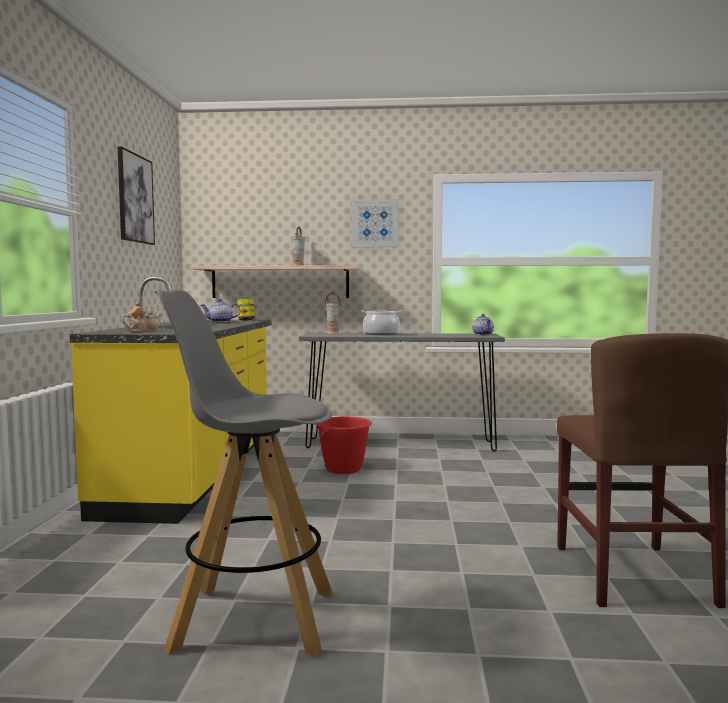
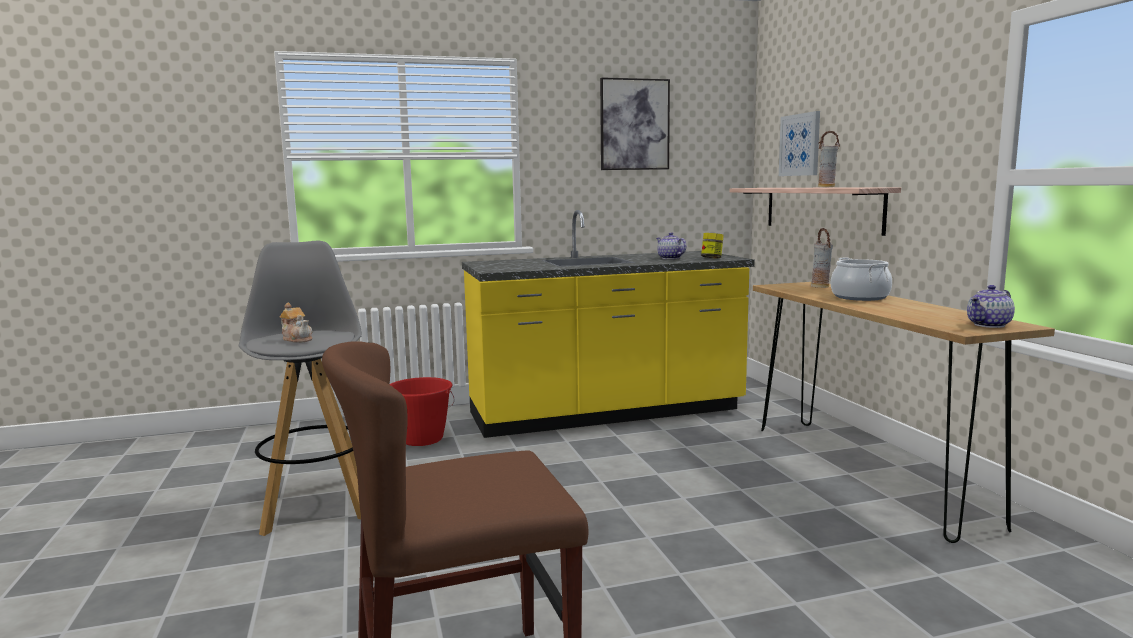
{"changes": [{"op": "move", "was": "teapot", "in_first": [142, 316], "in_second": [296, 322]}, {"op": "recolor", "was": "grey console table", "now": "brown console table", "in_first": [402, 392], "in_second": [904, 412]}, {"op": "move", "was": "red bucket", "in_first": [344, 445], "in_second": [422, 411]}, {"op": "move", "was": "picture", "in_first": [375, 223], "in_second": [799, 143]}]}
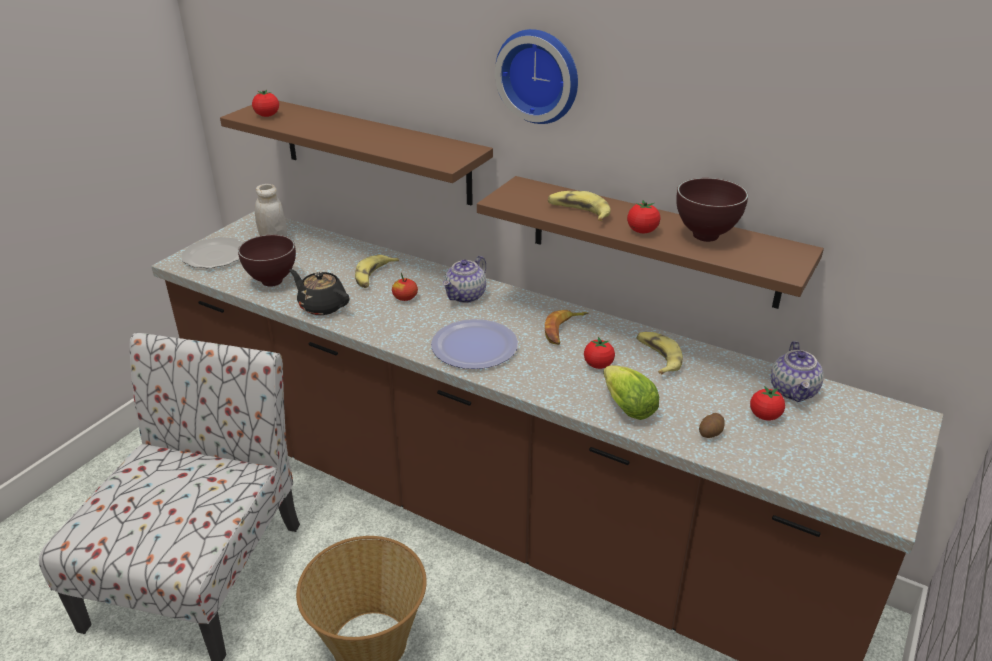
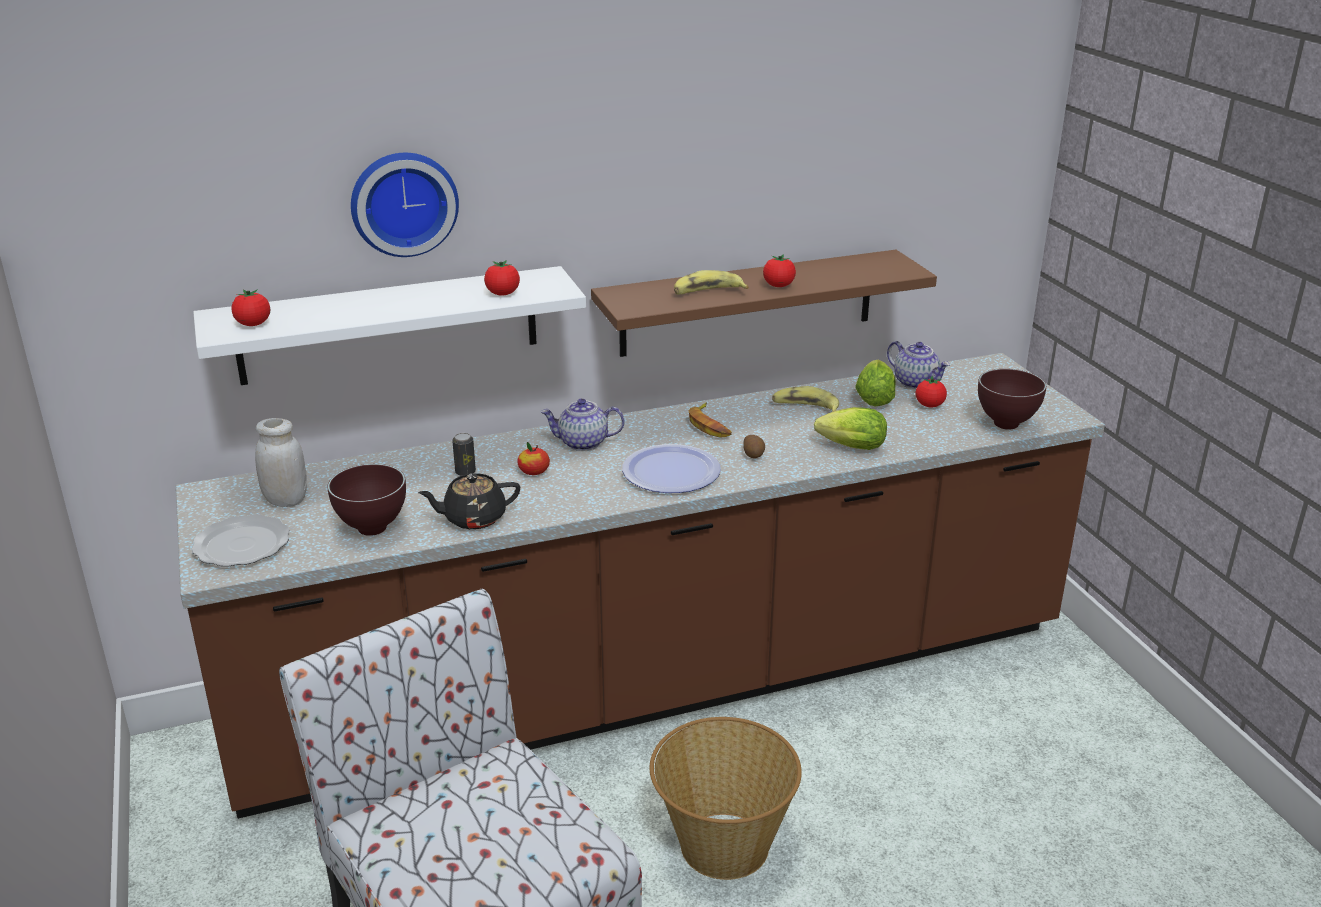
{"changes": [{"op": "recolor", "was": "brown shelf", "now": "white shelf", "in_first": [356, 153], "in_second": [389, 325]}, {"op": "replace", "was": "banana", "now": "can", "in_first": [377, 271], "in_second": [464, 454]}, {"op": "rotate", "was": "teapot", "in_first": [464, 279], "in_second": [582, 424], "clockwise": 105}, {"op": "move", "was": "wall clock", "in_first": [536, 76], "in_second": [405, 205]}, {"op": "move", "was": "tomato", "in_first": [599, 353], "in_second": [502, 278]}, {"op": "move", "was": "brown bowl", "in_first": [712, 210], "in_second": [1012, 399]}, {"op": "move", "was": "potato", "in_first": [712, 425], "in_second": [754, 446]}, {"op": "insert", "now": "lettuce", "in_second": [875, 383]}]}
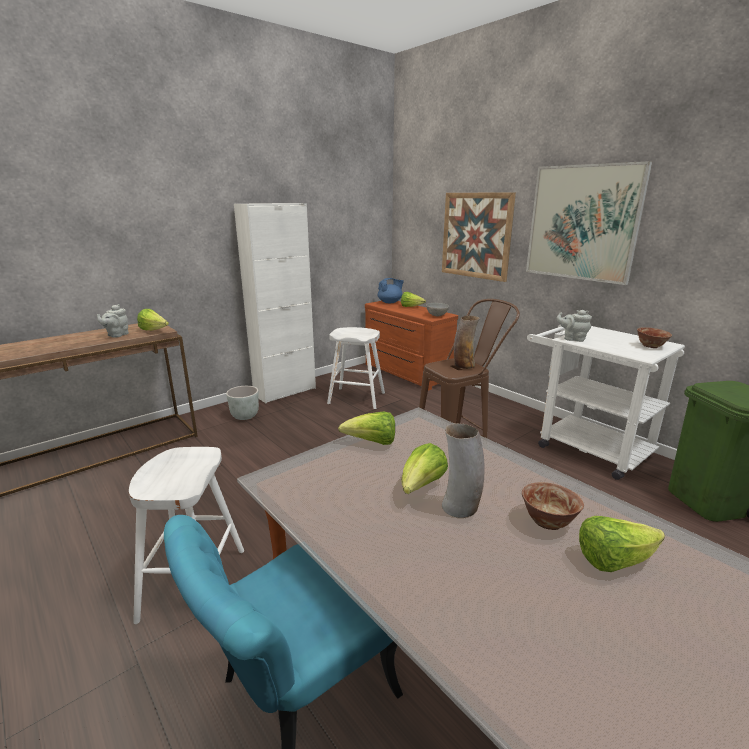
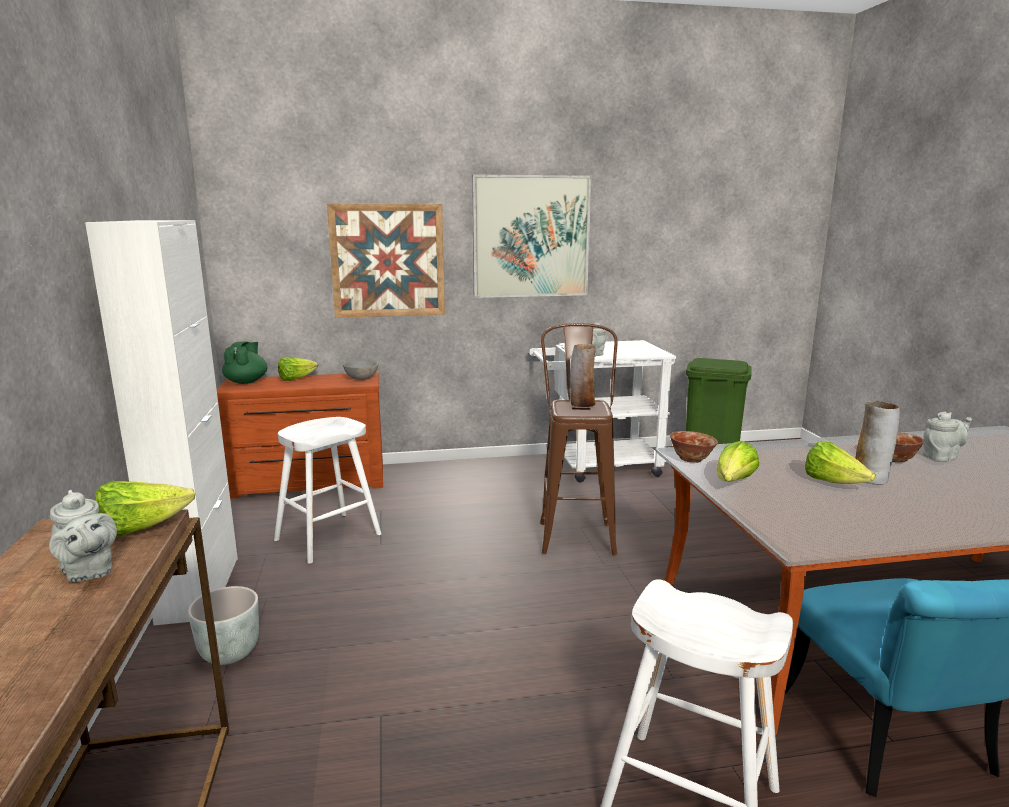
{"changes": [{"op": "recolor", "was": "blue teapot", "now": "green teapot", "in_first": [391, 290], "in_second": [245, 363]}, {"op": "replace", "was": "lettuce", "now": "grey teapot", "in_first": [622, 544], "in_second": [947, 436]}, {"op": "move", "was": "bowl", "in_first": [654, 337], "in_second": [694, 447]}]}
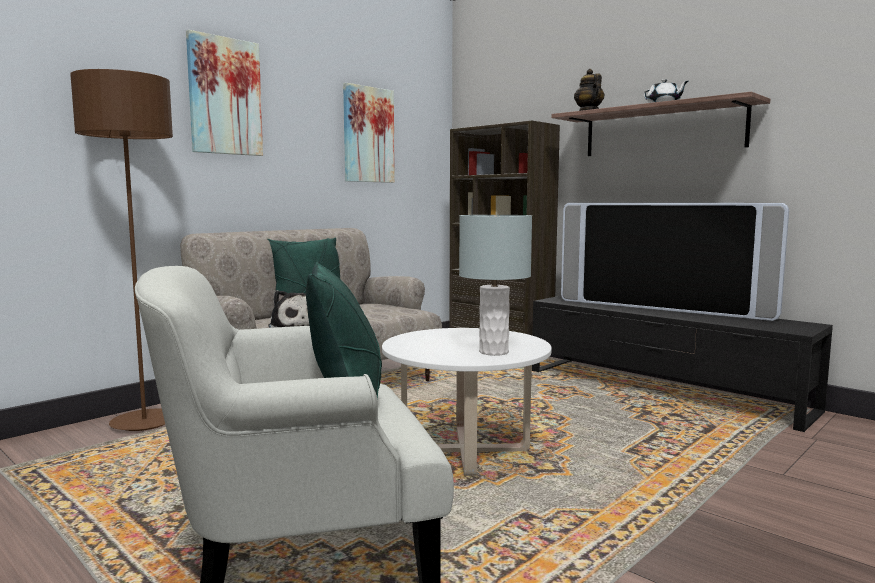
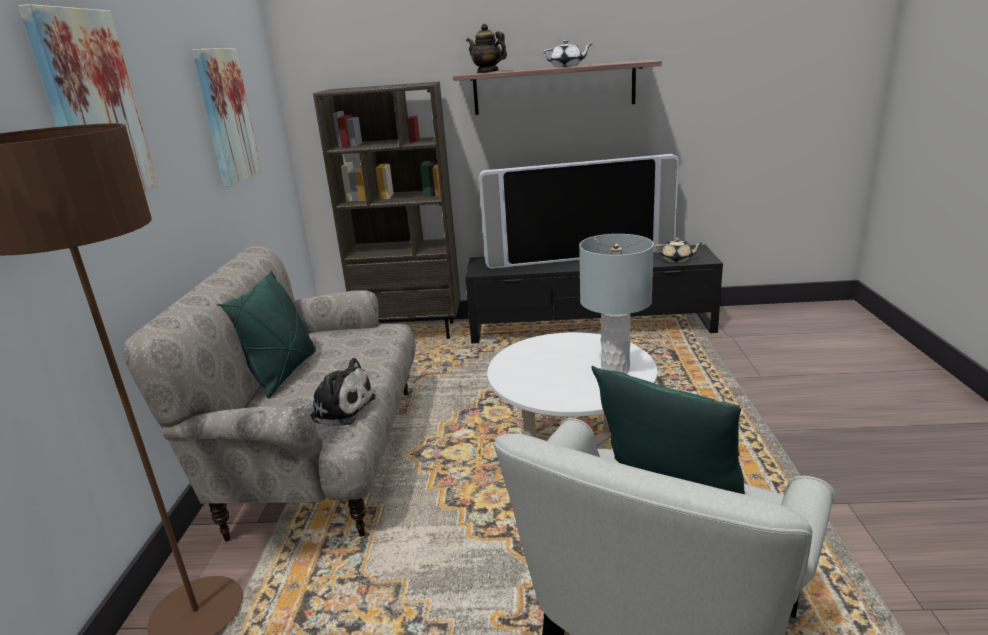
{"changes": [{"op": "insert", "now": "beige teapot", "in_second": [678, 250]}]}
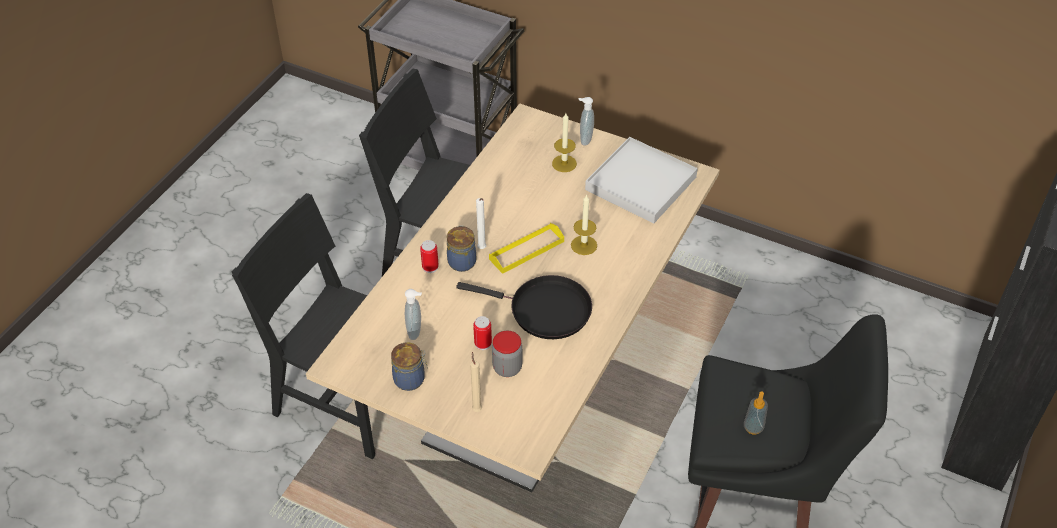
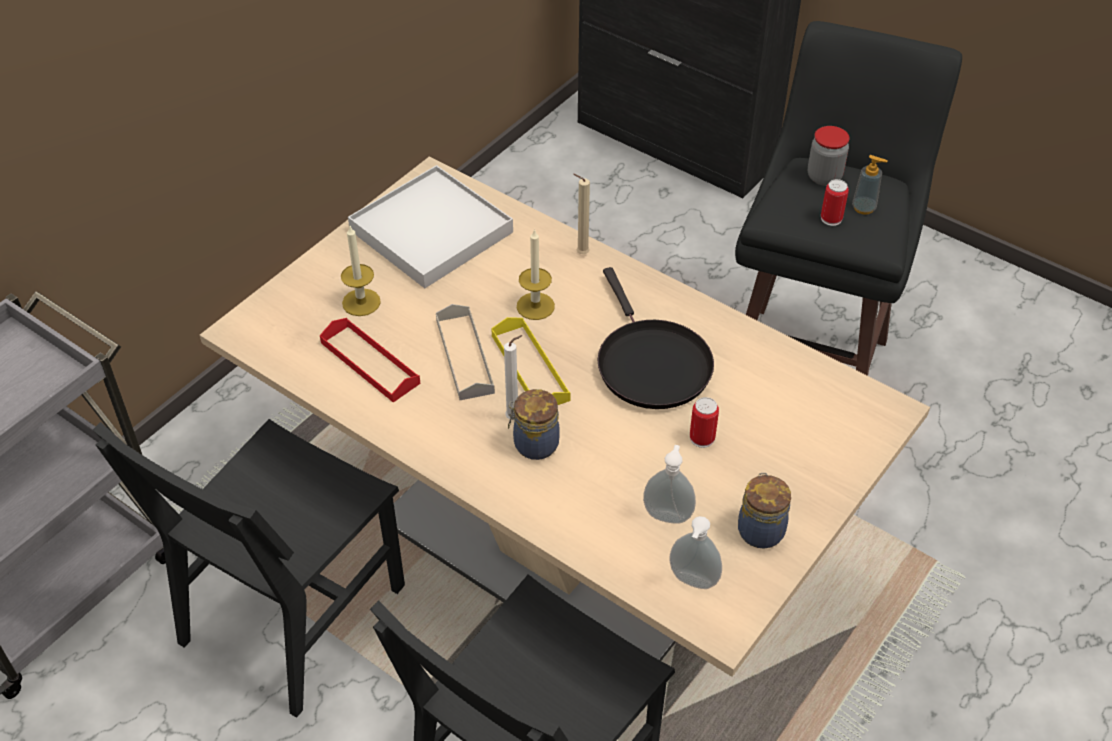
{"changes": [{"op": "move", "was": "can", "in_first": [429, 256], "in_second": [835, 202]}, {"op": "rotate", "was": "black frying pan", "in_first": [524, 307], "in_second": [655, 338], "clockwise": 135}, {"op": "move", "was": "beige candle", "in_first": [476, 382], "in_second": [581, 214]}, {"op": "move", "was": "jar", "in_first": [507, 354], "in_second": [828, 156]}, {"op": "move", "was": "soap dispenser", "in_first": [586, 121], "in_second": [695, 552]}, {"op": "insert", "now": "red tray", "in_second": [370, 360]}, {"op": "insert", "now": "grey tray", "in_second": [465, 352]}]}
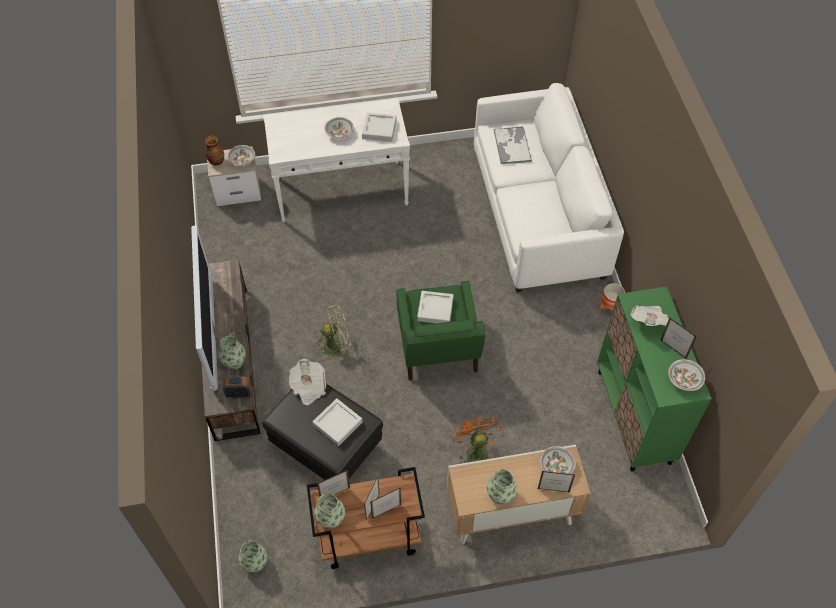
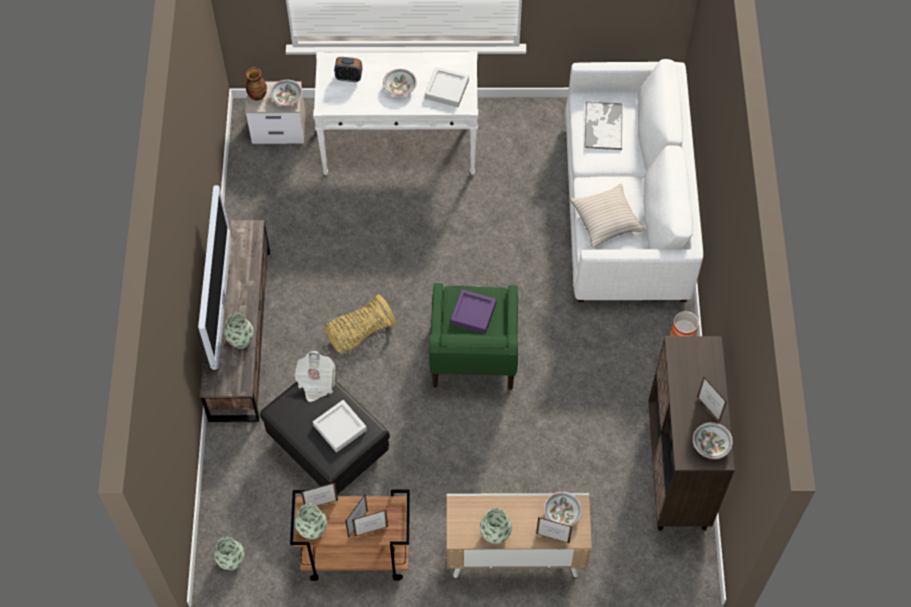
{"changes": [{"op": "move", "was": "alarm clock", "in_first": [237, 387], "in_second": [348, 69]}, {"op": "replace", "was": "green fan", "now": "basket", "in_first": [332, 333], "in_second": [360, 323]}, {"op": "recolor", "was": "grey tray", "now": "purple tray", "in_first": [435, 307], "in_second": [473, 312]}, {"op": "delete", "was": "orange fan", "in_first": [477, 439]}, {"op": "recolor", "was": "green cabinet", "now": "brown cabinet", "in_first": [654, 379], "in_second": [691, 433]}, {"op": "delete", "was": "newspaper", "in_first": [650, 315]}, {"op": "insert", "now": "beige pillow", "in_second": [607, 215]}]}
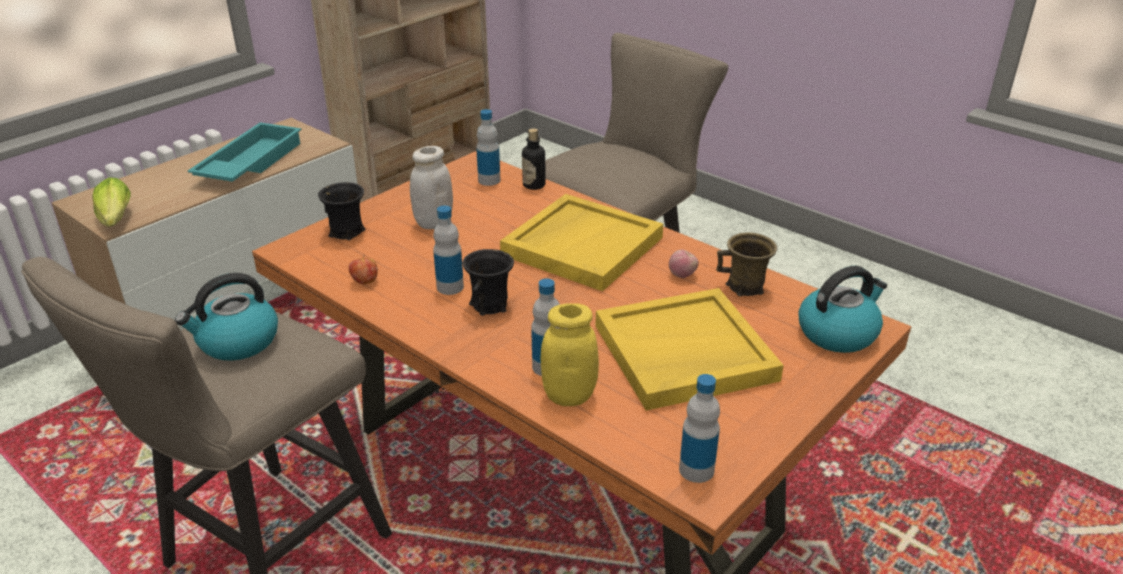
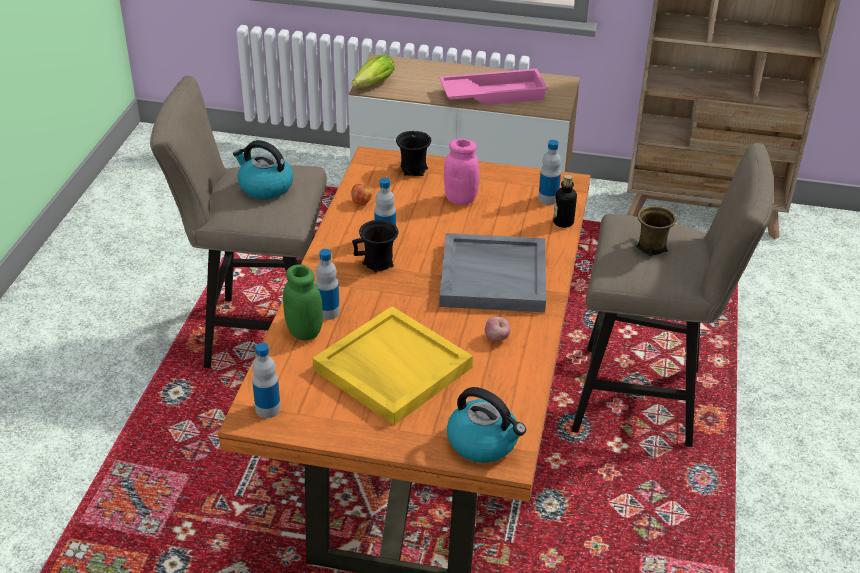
{"changes": [{"op": "recolor", "was": "turquoise tray", "now": "pink tray", "in_first": [245, 152], "in_second": [493, 87]}, {"op": "recolor", "was": "white jar", "now": "pink jar", "in_first": [431, 187], "in_second": [461, 172]}, {"op": "recolor", "was": "yellow tray", "now": "grey tray", "in_first": [581, 242], "in_second": [492, 273]}, {"op": "recolor", "was": "yellow jar", "now": "green jar", "in_first": [570, 354], "in_second": [303, 303]}, {"op": "move", "was": "brown mug", "in_first": [746, 264], "in_second": [656, 231]}]}
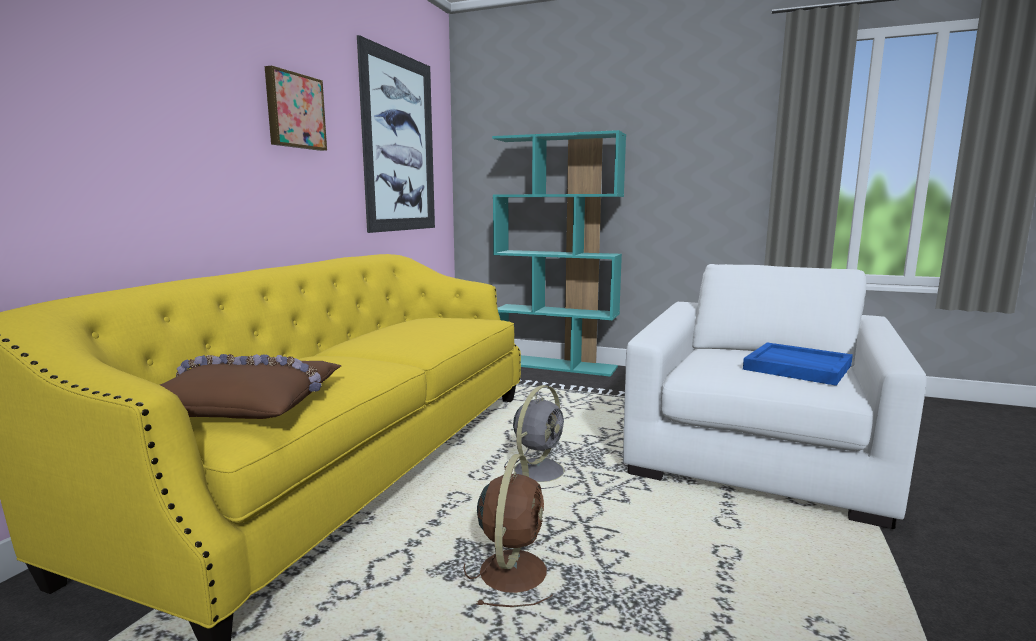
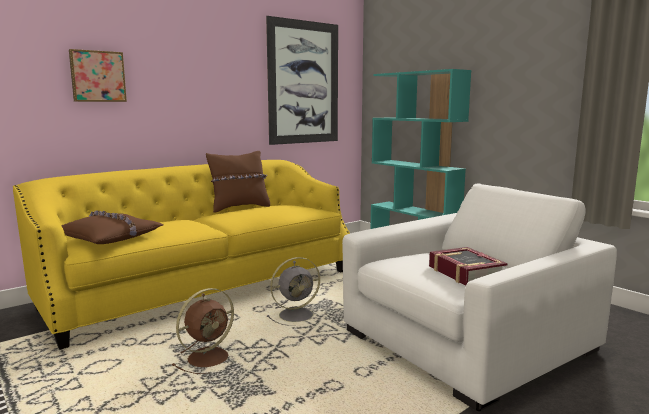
{"changes": [{"op": "move", "was": "picture", "in_first": [296, 108], "in_second": [98, 75]}, {"op": "replace", "was": "blue tray", "now": "book", "in_first": [798, 364], "in_second": [468, 266]}, {"op": "insert", "now": "brown pillow", "in_second": [238, 182]}]}
